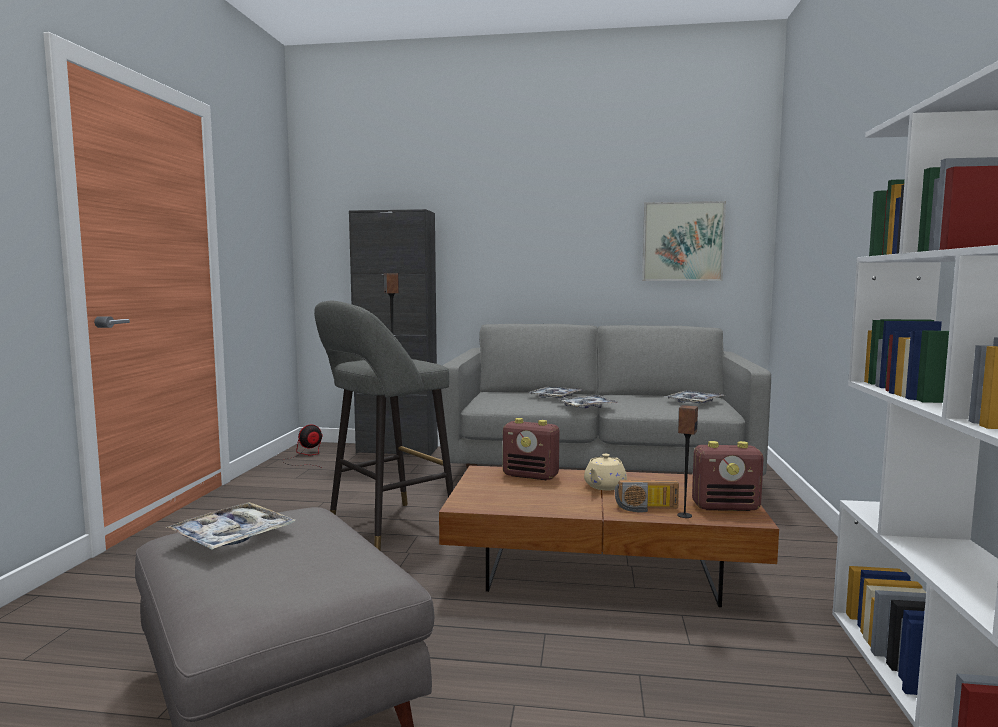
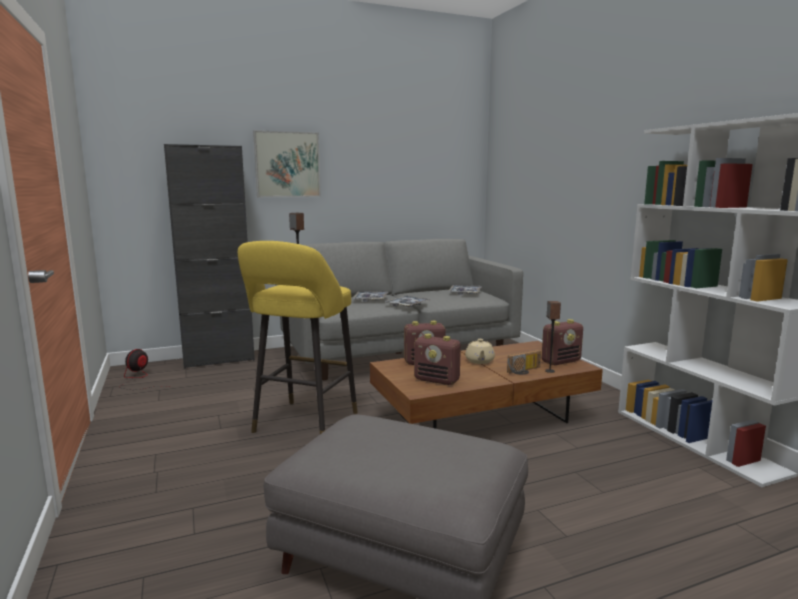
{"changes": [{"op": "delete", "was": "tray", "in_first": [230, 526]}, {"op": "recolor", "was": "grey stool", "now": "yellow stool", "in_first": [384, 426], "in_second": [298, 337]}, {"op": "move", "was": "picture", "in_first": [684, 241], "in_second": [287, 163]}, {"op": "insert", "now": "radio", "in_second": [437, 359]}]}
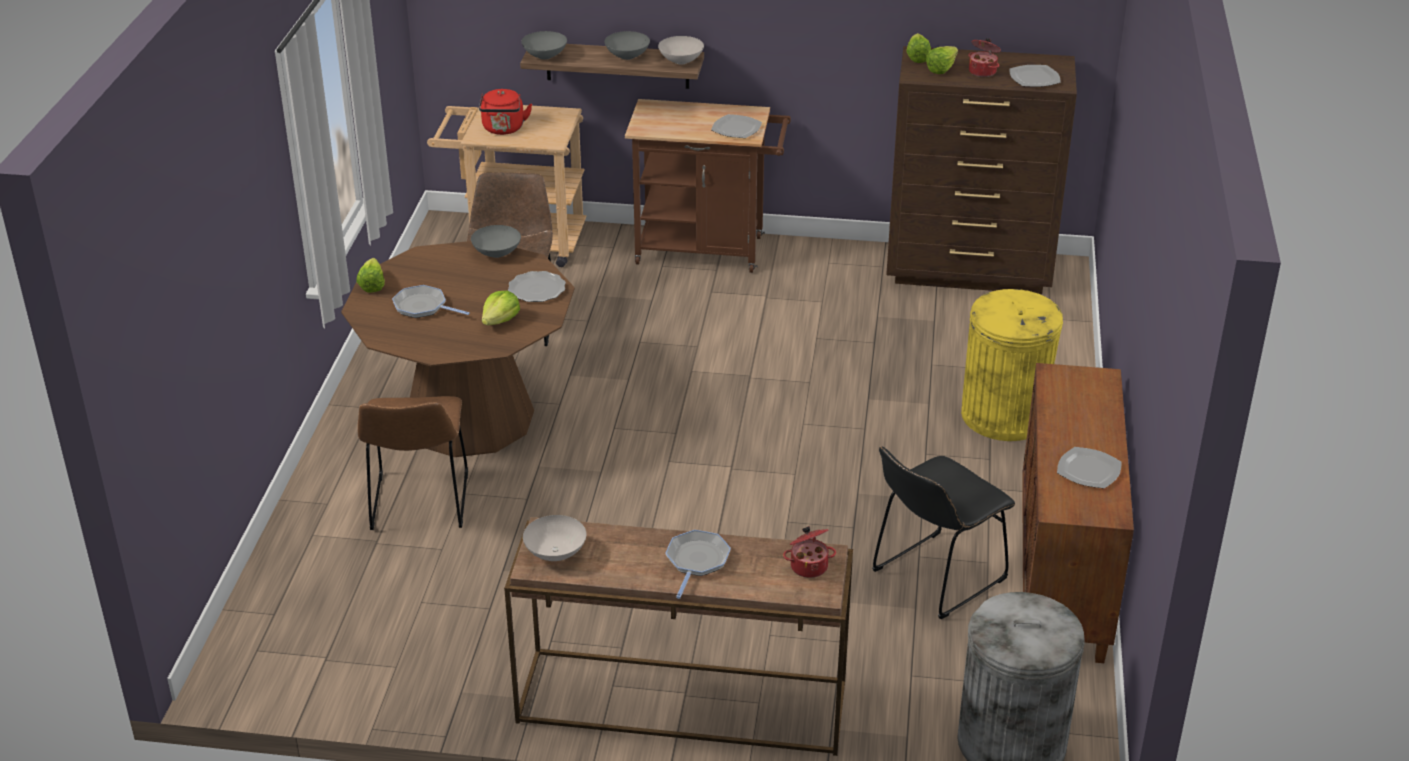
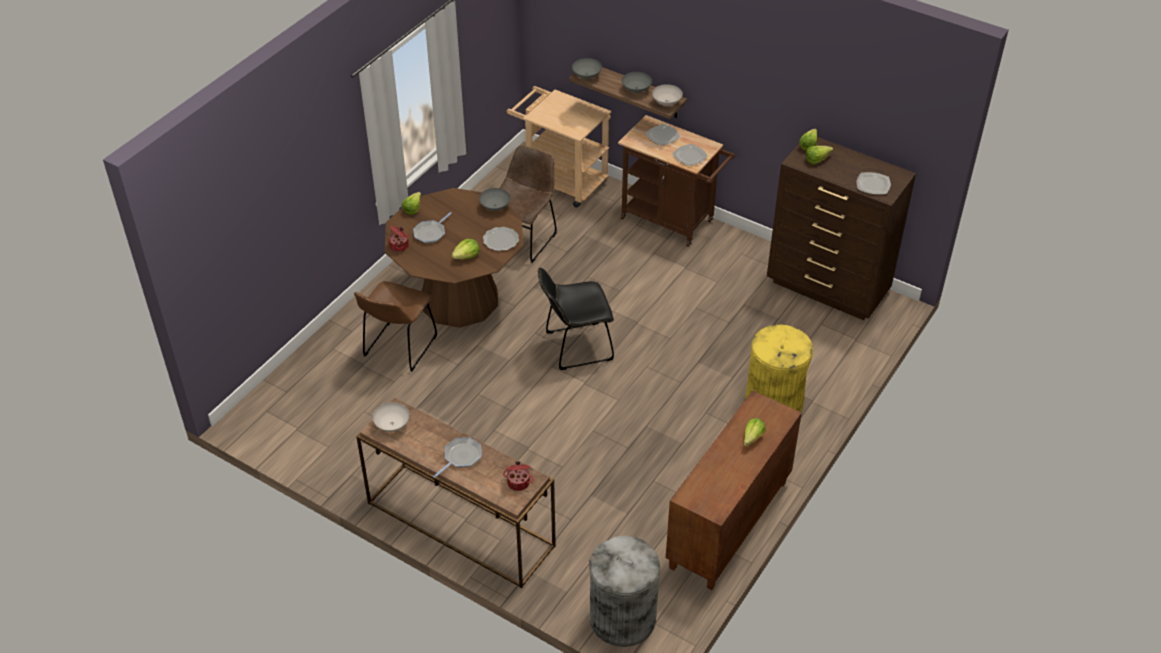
{"changes": [{"op": "rotate", "was": "frying pan", "in_first": [431, 301], "in_second": [432, 228], "clockwise": -105}, {"op": "delete", "was": "red kettle", "in_first": [505, 112]}, {"op": "move", "was": "black chair", "in_first": [943, 532], "in_second": [576, 319]}, {"op": "move", "was": "cooking pot", "in_first": [984, 57], "in_second": [398, 239]}, {"op": "move", "was": "plate", "in_first": [1089, 468], "in_second": [663, 135]}, {"op": "insert", "now": "lettuce", "in_second": [755, 432]}]}
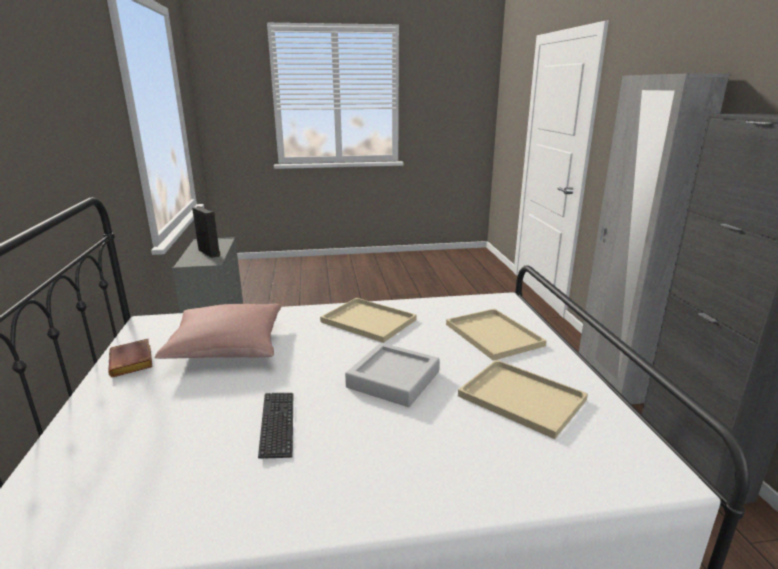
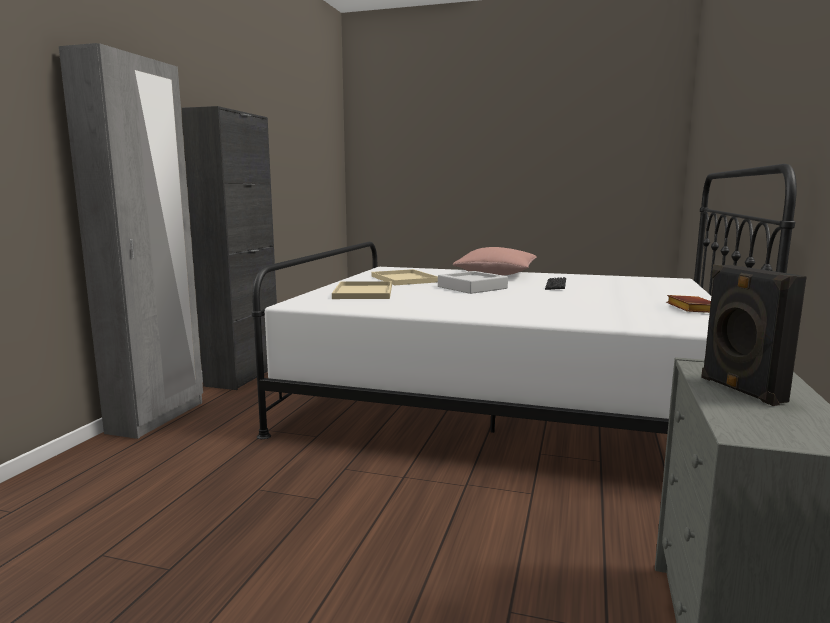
{"changes": [{"op": "move", "was": "pink pillow", "in_first": [218, 331], "in_second": [495, 261]}, {"op": "delete", "was": "beige tray", "in_first": [368, 320]}]}
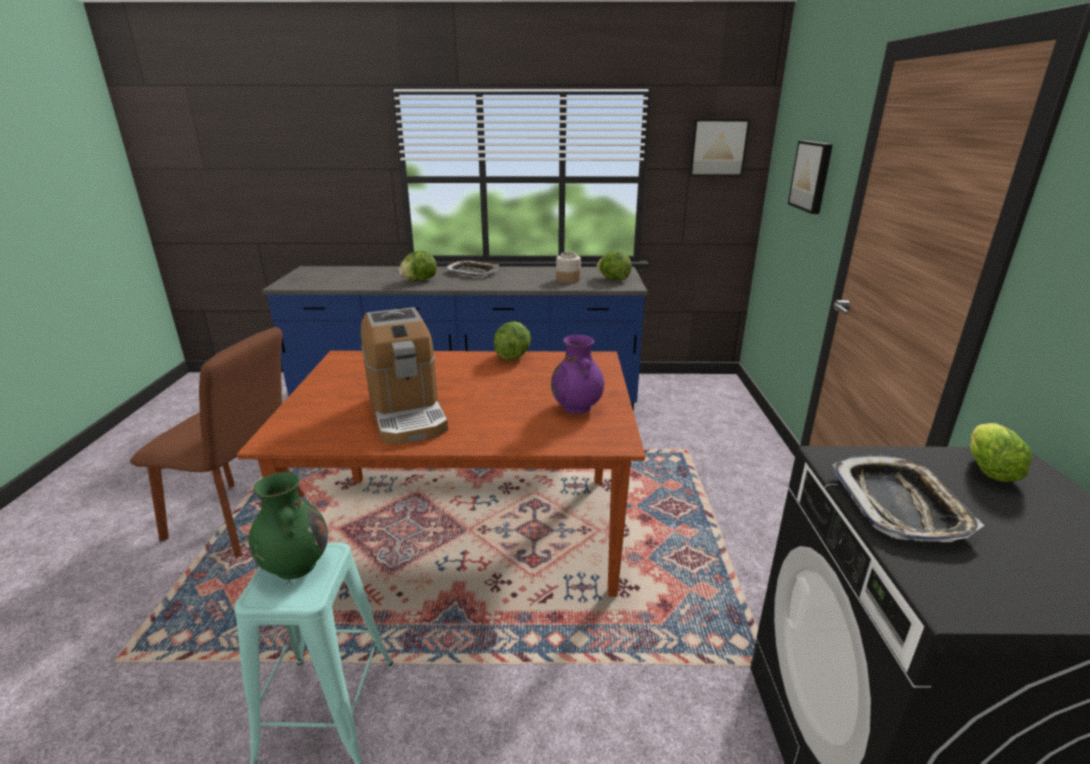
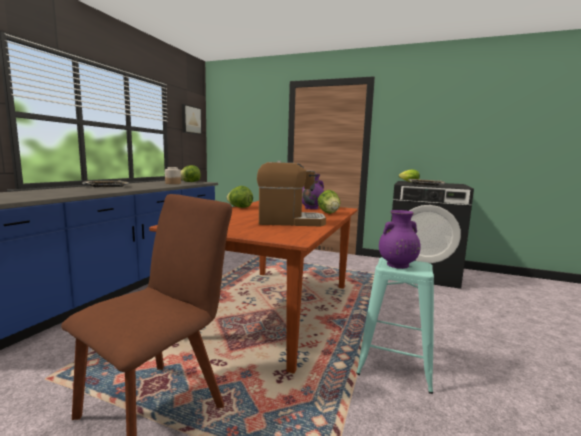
{"changes": [{"op": "recolor", "was": "green vase", "now": "purple vase", "in_first": [288, 525], "in_second": [400, 239]}, {"op": "move", "was": "lettuce", "in_first": [418, 266], "in_second": [329, 202]}, {"op": "delete", "was": "picture", "in_first": [810, 177]}]}
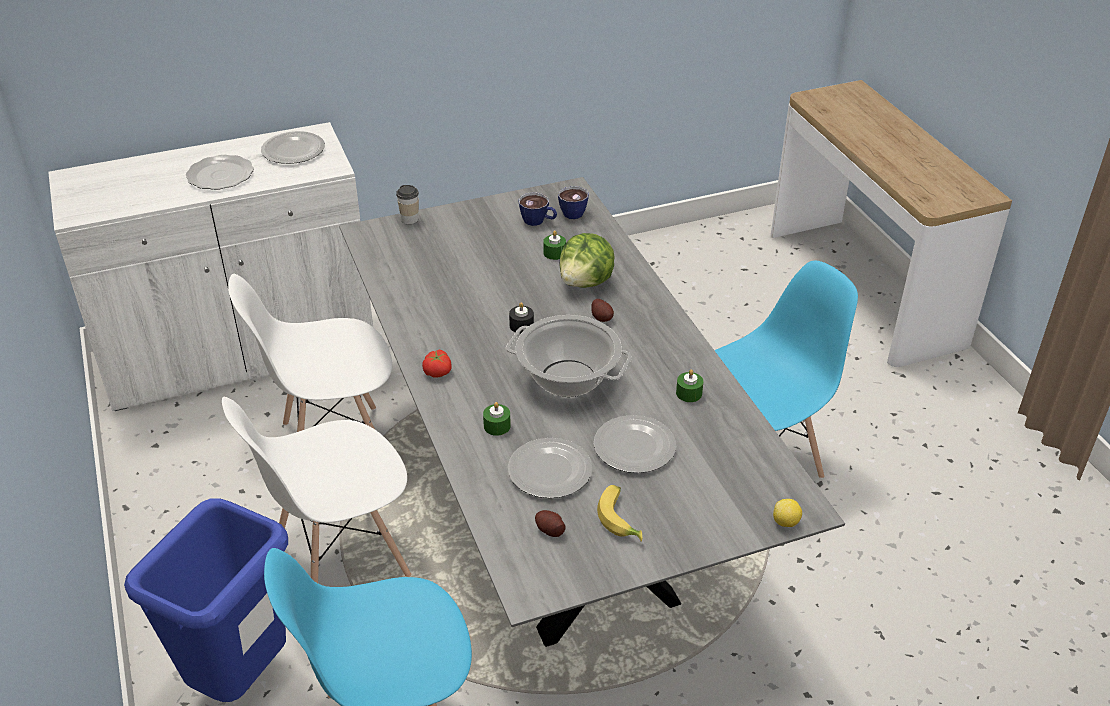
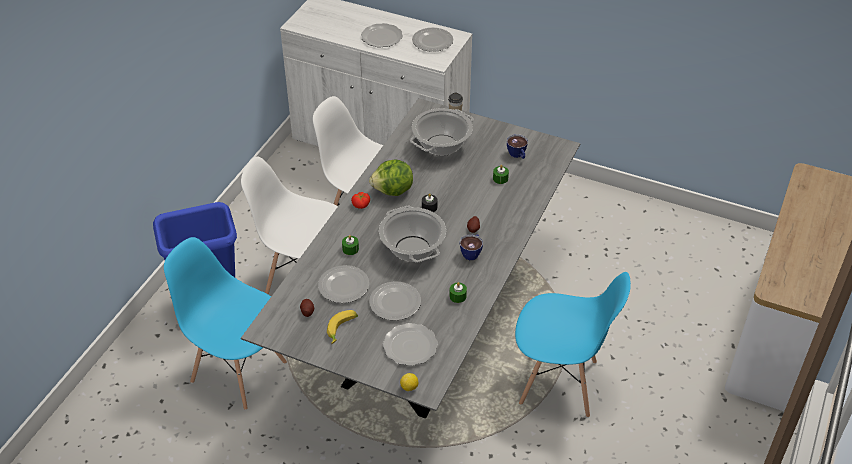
{"changes": [{"op": "move", "was": "cup", "in_first": [573, 202], "in_second": [471, 247]}, {"op": "move", "was": "lettuce", "in_first": [587, 260], "in_second": [391, 177]}, {"op": "insert", "now": "plate", "in_second": [410, 344]}, {"op": "insert", "now": "cooking pot", "in_second": [441, 132]}]}
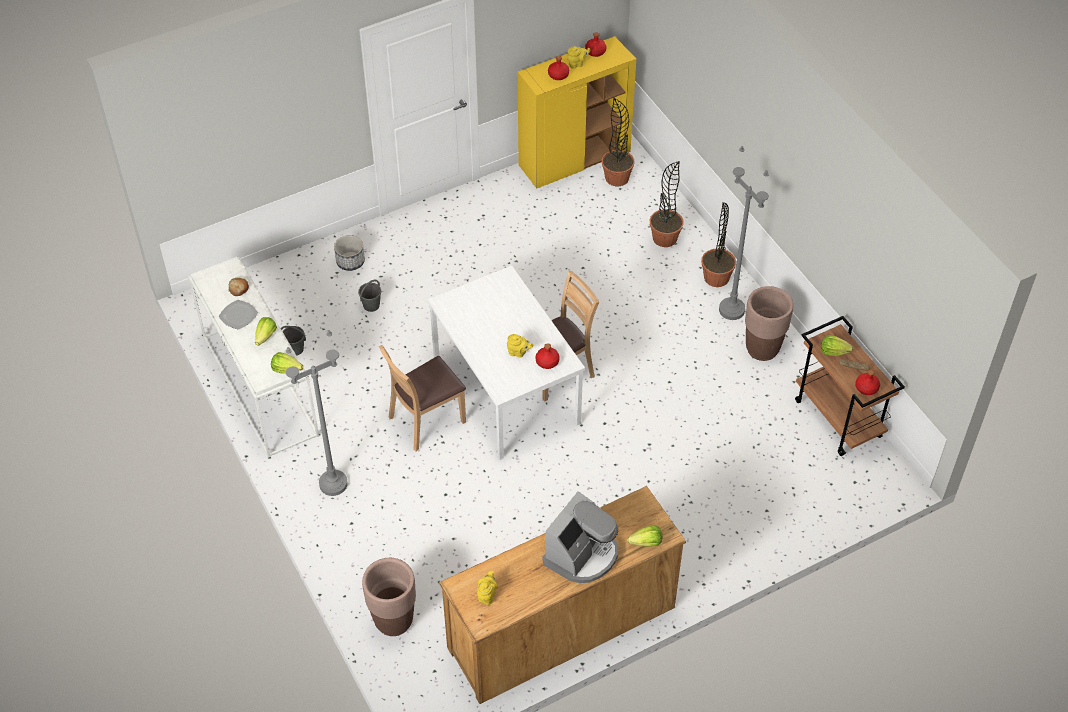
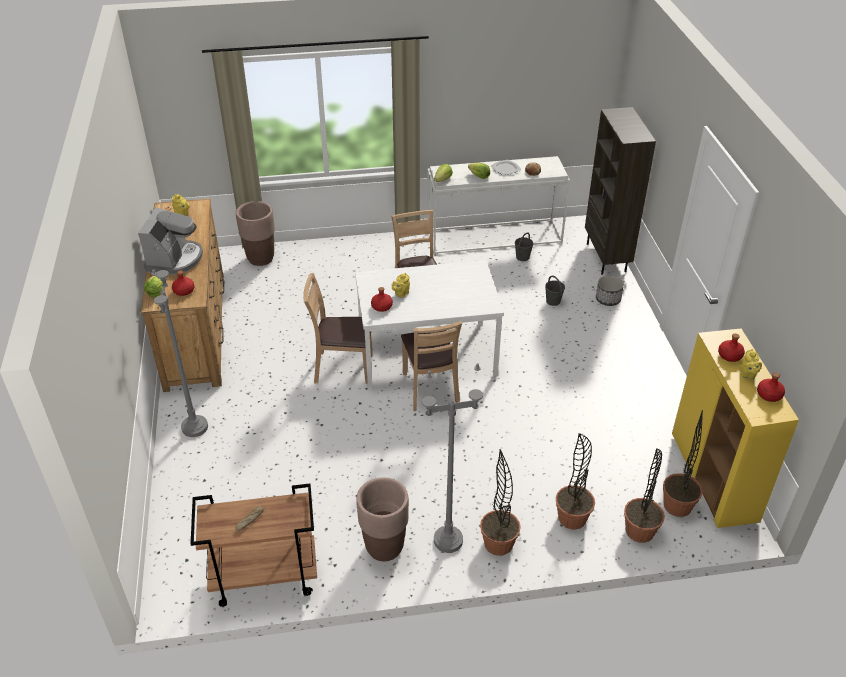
{"changes": [{"op": "move", "was": "grey floor lamp", "in_first": [317, 413], "in_second": [180, 340]}, {"op": "rotate", "was": "coffee machine", "in_first": [580, 537], "in_second": [170, 241], "clockwise": -135}, {"op": "delete", "was": "lettuce", "in_first": [837, 345]}, {"op": "move", "was": "red bottle", "in_first": [867, 382], "in_second": [183, 283]}, {"op": "insert", "now": "brown chair", "in_second": [337, 328]}, {"op": "insert", "now": "brown bookcase", "in_second": [620, 191]}, {"op": "insert", "now": "potted plant", "in_second": [644, 495]}]}
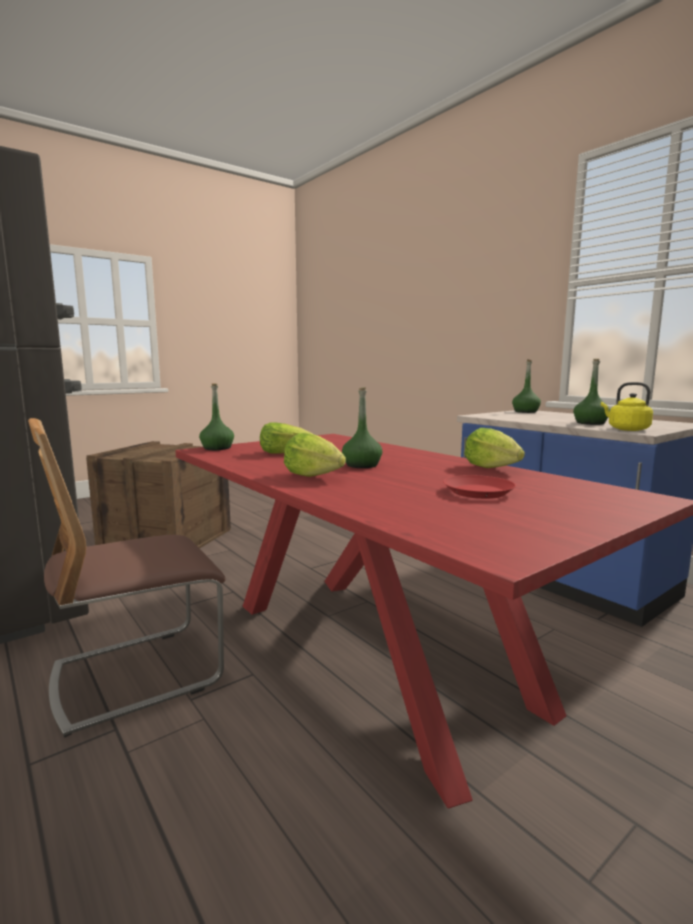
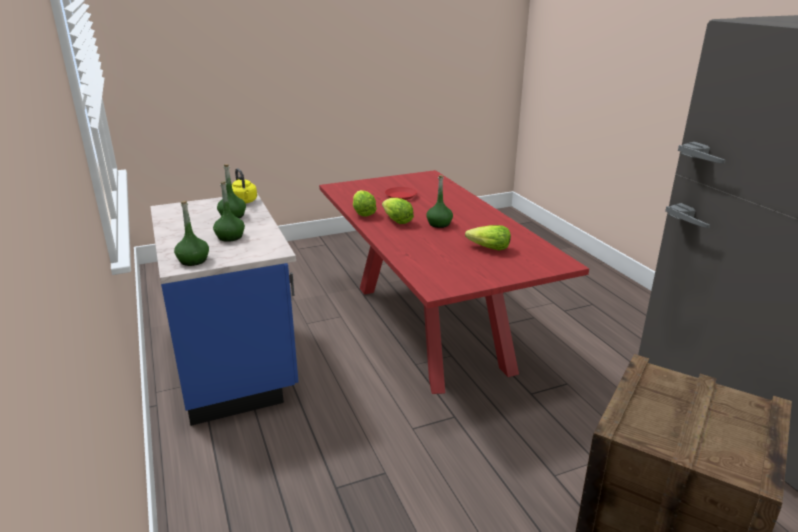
{"changes": [{"op": "delete", "was": "chair", "in_first": [127, 578]}, {"op": "move", "was": "green bottle", "in_first": [216, 416], "in_second": [229, 212]}, {"op": "move", "was": "lettuce", "in_first": [315, 455], "in_second": [398, 211]}]}
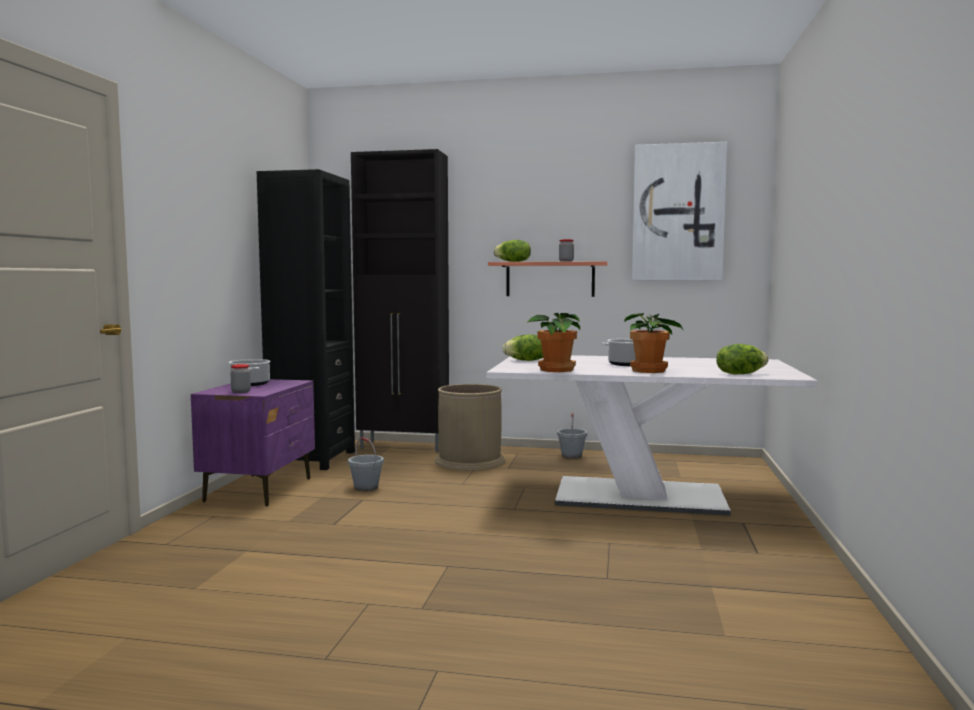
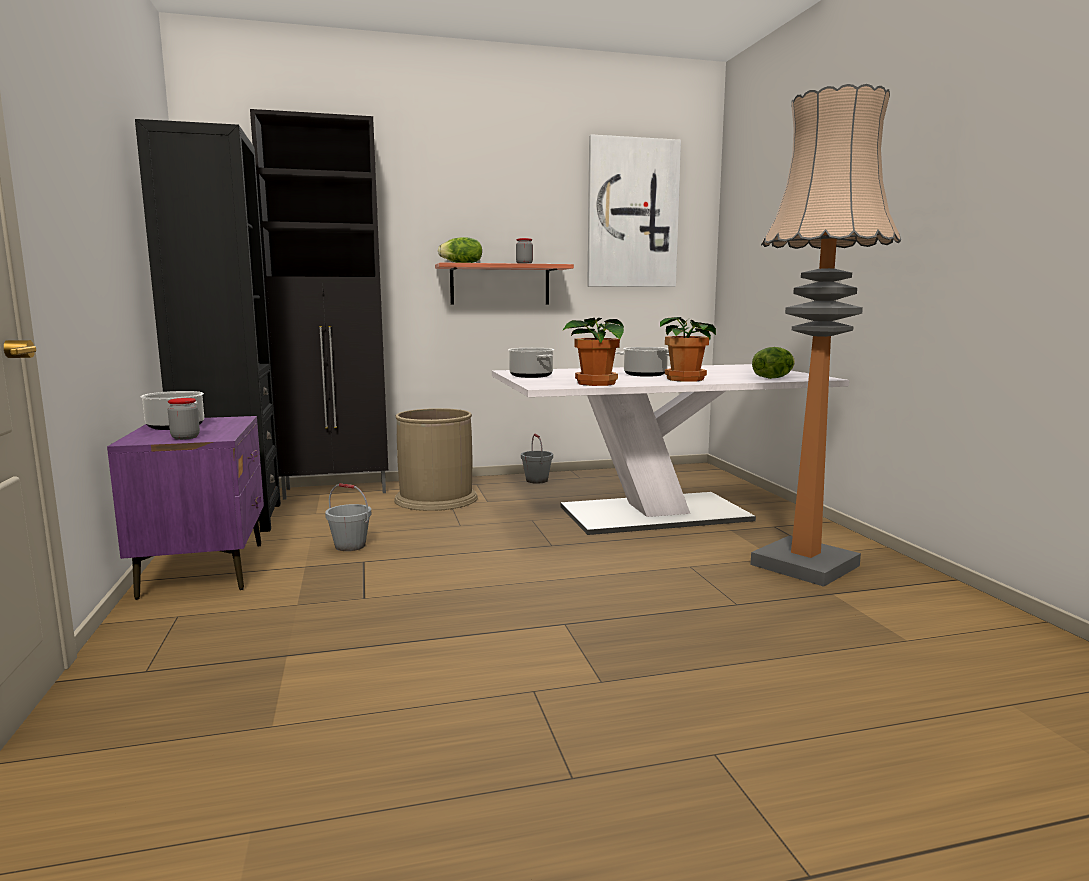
{"changes": [{"op": "replace", "was": "lettuce", "now": "cooking pot", "in_first": [522, 347], "in_second": [531, 363]}, {"op": "insert", "now": "floor lamp", "in_second": [825, 335]}]}
